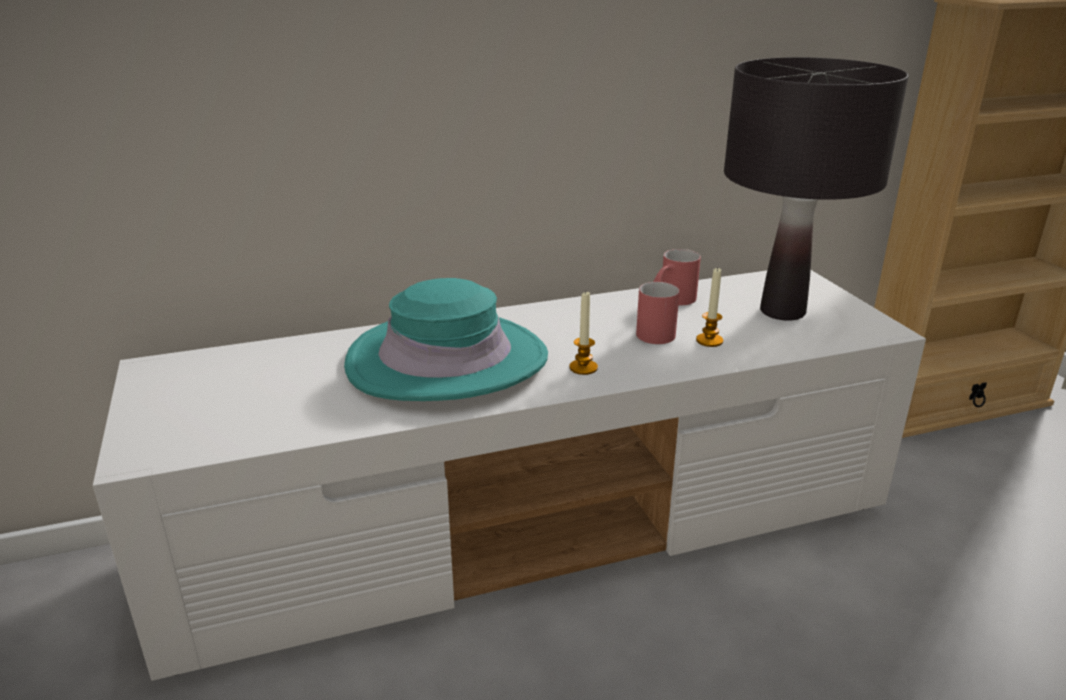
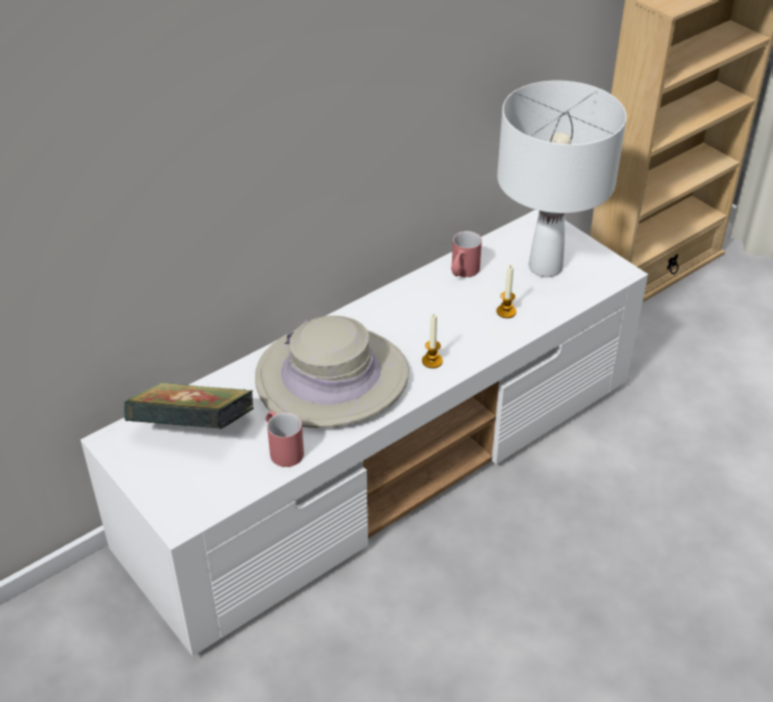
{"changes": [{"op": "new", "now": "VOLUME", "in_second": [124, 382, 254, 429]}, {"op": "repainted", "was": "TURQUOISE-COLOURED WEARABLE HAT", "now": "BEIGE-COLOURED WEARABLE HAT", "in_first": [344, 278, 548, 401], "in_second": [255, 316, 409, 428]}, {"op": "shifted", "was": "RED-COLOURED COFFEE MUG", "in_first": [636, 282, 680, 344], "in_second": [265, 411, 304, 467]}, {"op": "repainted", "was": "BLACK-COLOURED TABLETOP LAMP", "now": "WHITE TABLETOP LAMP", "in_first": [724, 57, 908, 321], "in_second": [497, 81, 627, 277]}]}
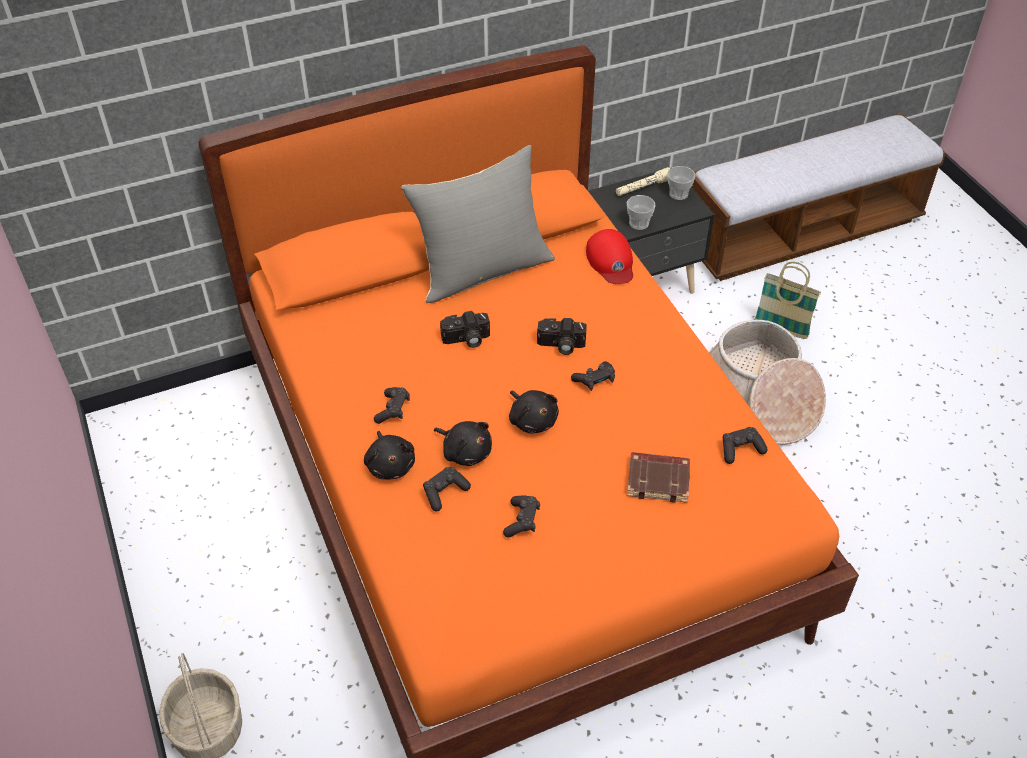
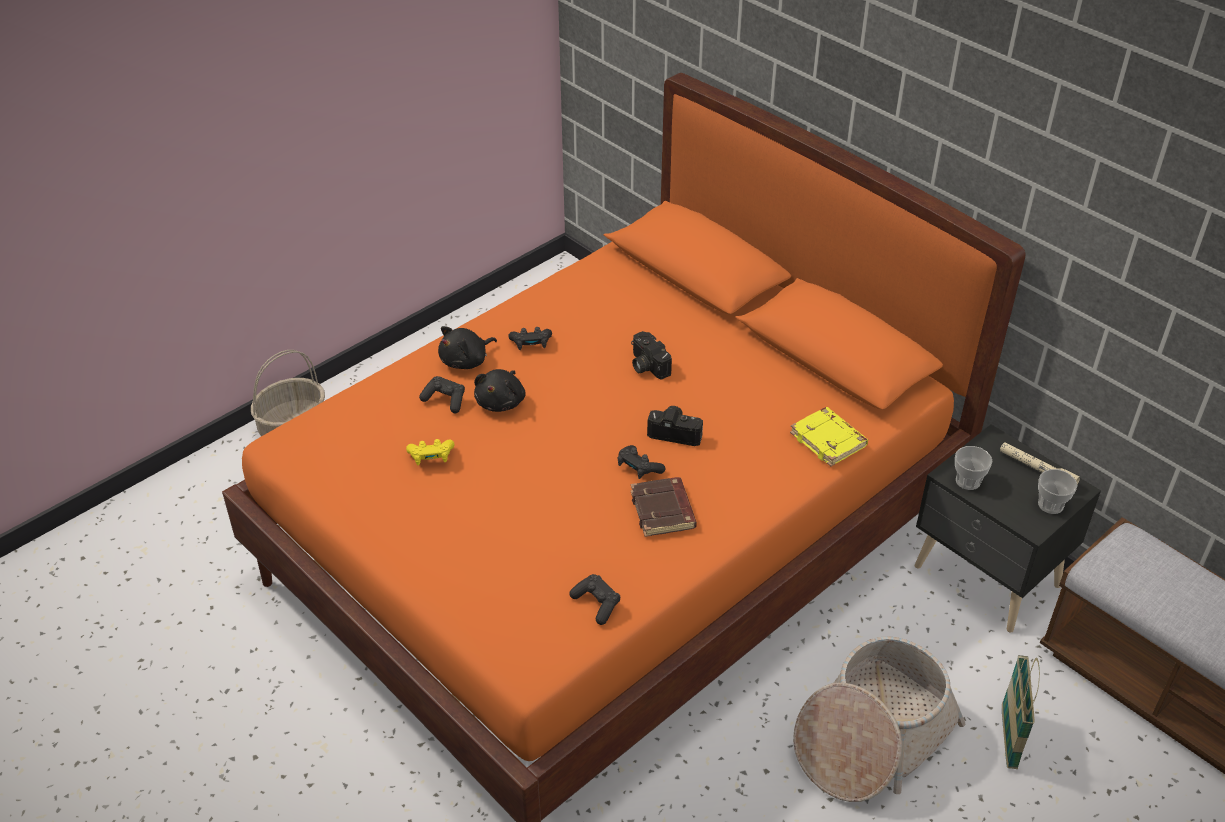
{"changes": [{"op": "repainted", "was": "BLACK-COLOURED JOYPAD", "now": "YELLOWISH JOYPAD", "in_first": [503, 495, 540, 538], "in_second": [406, 439, 454, 466]}, {"op": "shifted", "was": "BROWNISH VOLUME", "in_first": [627, 452, 690, 503], "in_second": [630, 477, 697, 537]}, {"op": "rotated", "was": "PHOTO CAMERA", "in_first": [537, 318, 587, 355], "in_second": [647, 406, 703, 446], "clockwise": 120}, {"op": "swapped", "was": "RED-COLOURED CAP", "now": "YELLOWISH VOLUME", "in_first": [586, 229, 633, 284], "in_second": [790, 407, 868, 467]}, {"op": "gone", "was": "GRAY PILLOW", "in_first": [401, 145, 555, 303]}, {"op": "gone", "was": "BLACK-COLOURED SOFT TOY", "in_first": [509, 390, 559, 434]}]}
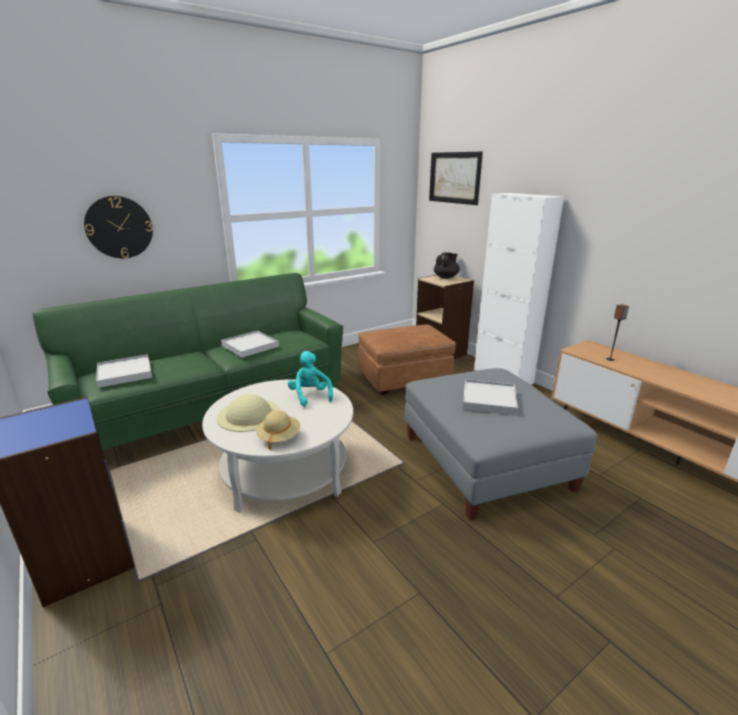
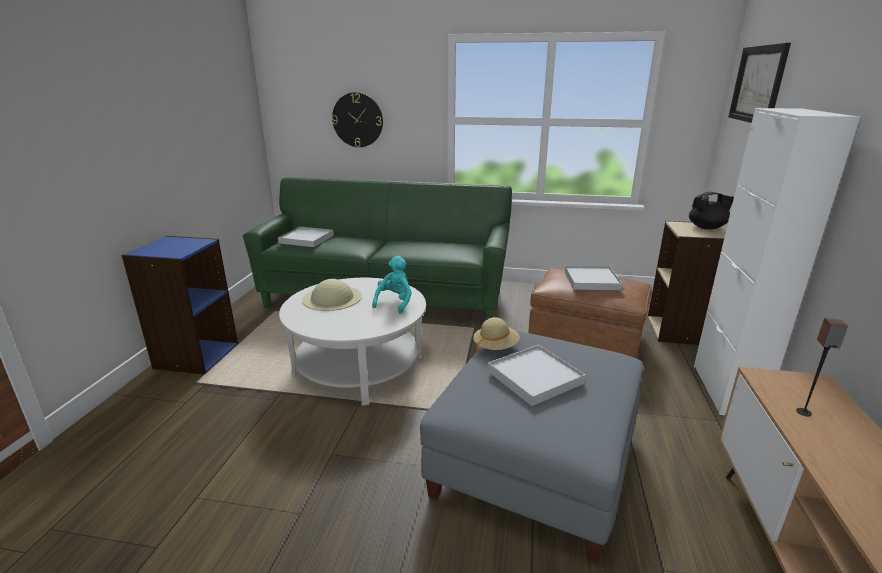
{"changes": [{"op": "shifted", "was": "BEIGE-COLOURED WEARABLE HAT", "in_first": [256, 410, 300, 450], "in_second": [473, 317, 520, 354]}, {"op": "shifted", "was": "WHITE SERVING TRAY", "in_first": [221, 330, 279, 358], "in_second": [565, 266, 623, 290]}]}
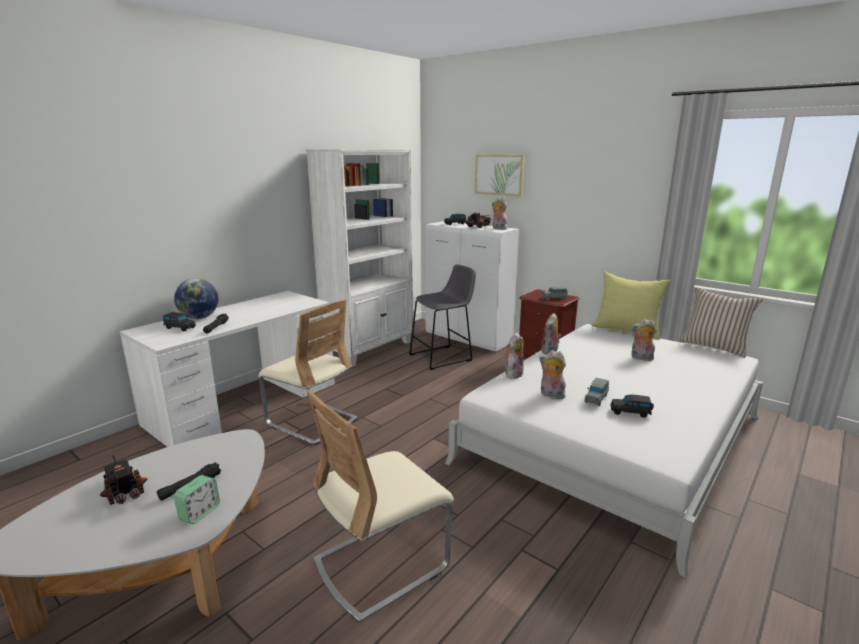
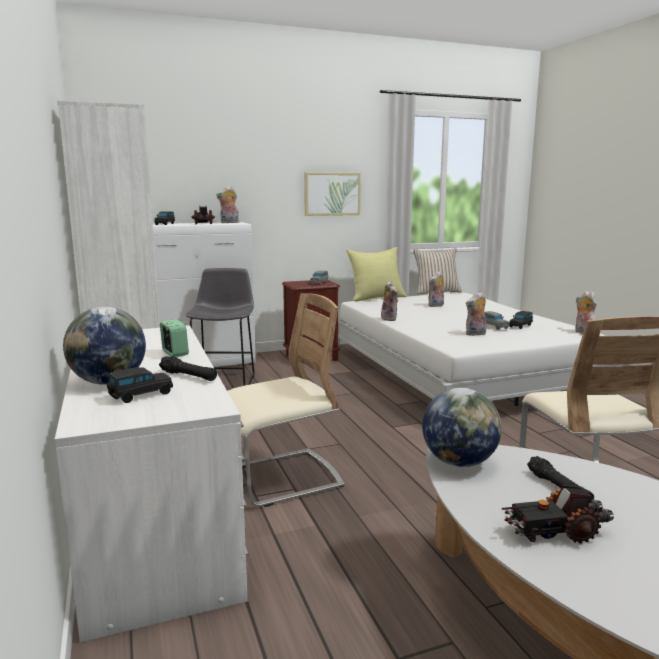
{"changes": [{"op": "shifted", "was": "ALARM CLOCK", "in_first": [174, 475, 220, 524], "in_second": [160, 319, 189, 357]}, {"op": "shifted", "was": "WALL ART", "in_first": [475, 154, 525, 197], "in_second": [304, 172, 361, 216]}, {"op": "new", "now": "GLOBE", "in_second": [422, 388, 502, 467]}, {"op": "shifted", "was": "SOFT TOY", "in_first": [504, 332, 524, 379], "in_second": [575, 291, 597, 334]}]}
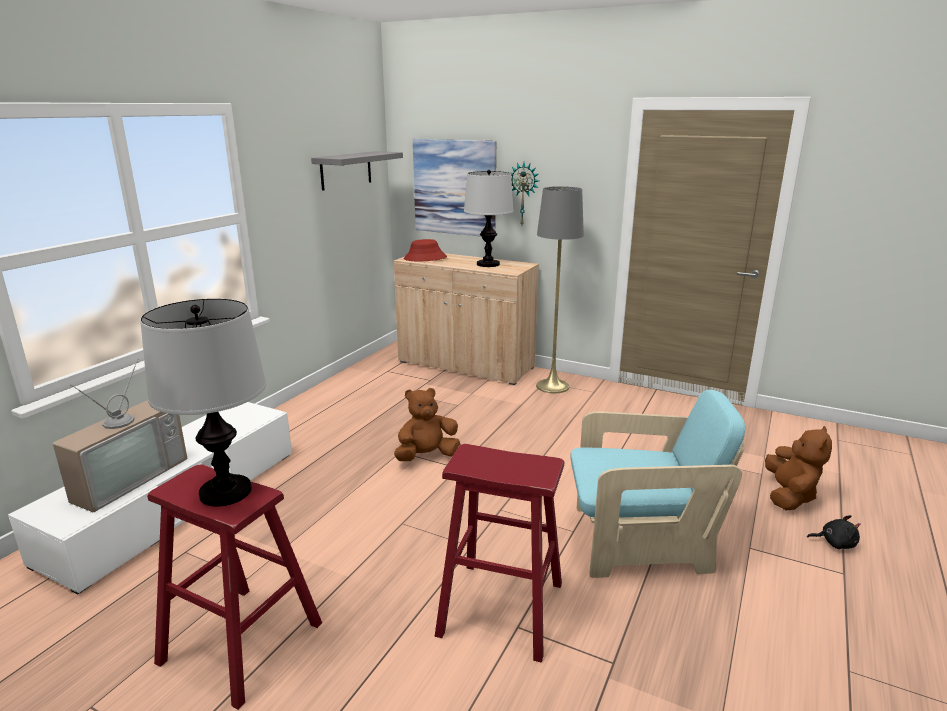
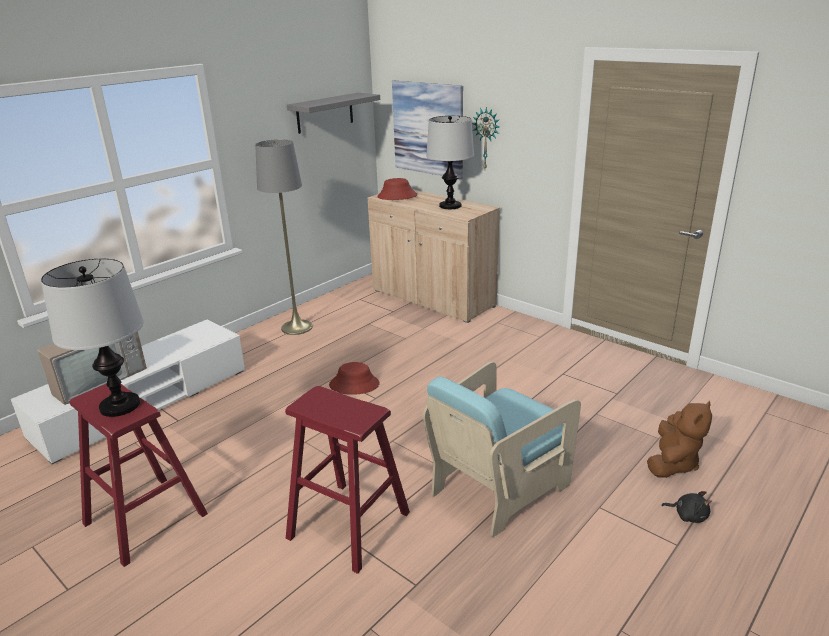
{"changes": [{"op": "shifted", "was": "GRAY FLOOR LAMP", "in_first": [536, 186, 584, 393], "in_second": [255, 139, 313, 335]}, {"op": "swapped", "was": "BROWNISH SOFT TOY", "now": "RED-COLOURED WEARABLE HAT", "in_first": [394, 388, 460, 461], "in_second": [329, 362, 380, 395]}, {"op": "rotated", "was": "TURQUOISE-COLOURED ARMCHAIR", "in_first": [570, 390, 745, 578], "in_second": [423, 362, 581, 537], "clockwise": 120}]}
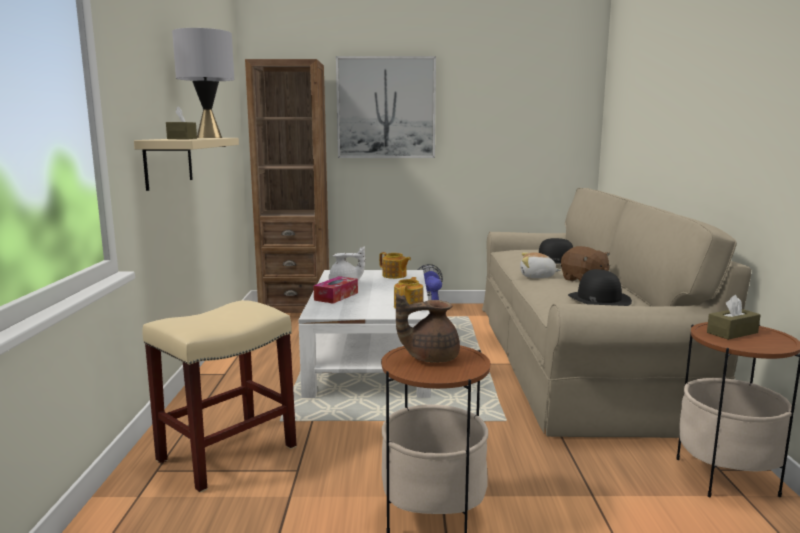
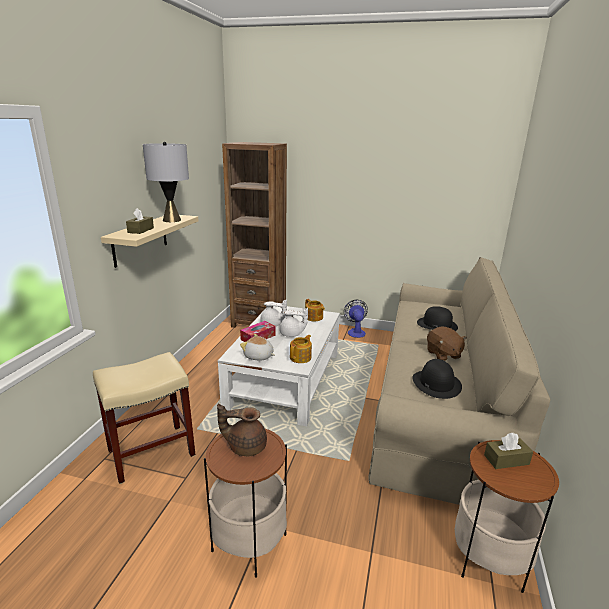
{"changes": [{"op": "shifted", "was": "SOFT TOY", "in_first": [520, 252, 561, 278], "in_second": [240, 334, 275, 360]}, {"op": "new", "now": "WHITE TEAPOT", "in_second": [280, 308, 308, 337]}, {"op": "gone", "was": "WALL ART", "in_first": [336, 56, 436, 158]}]}
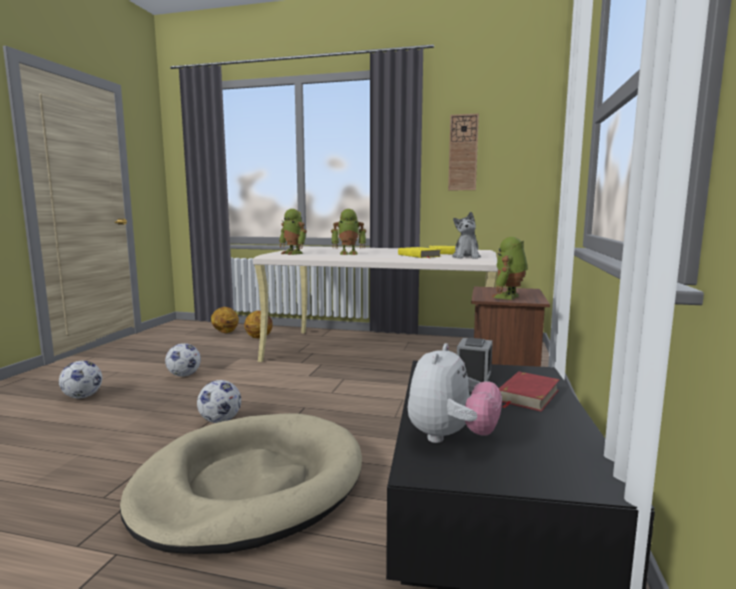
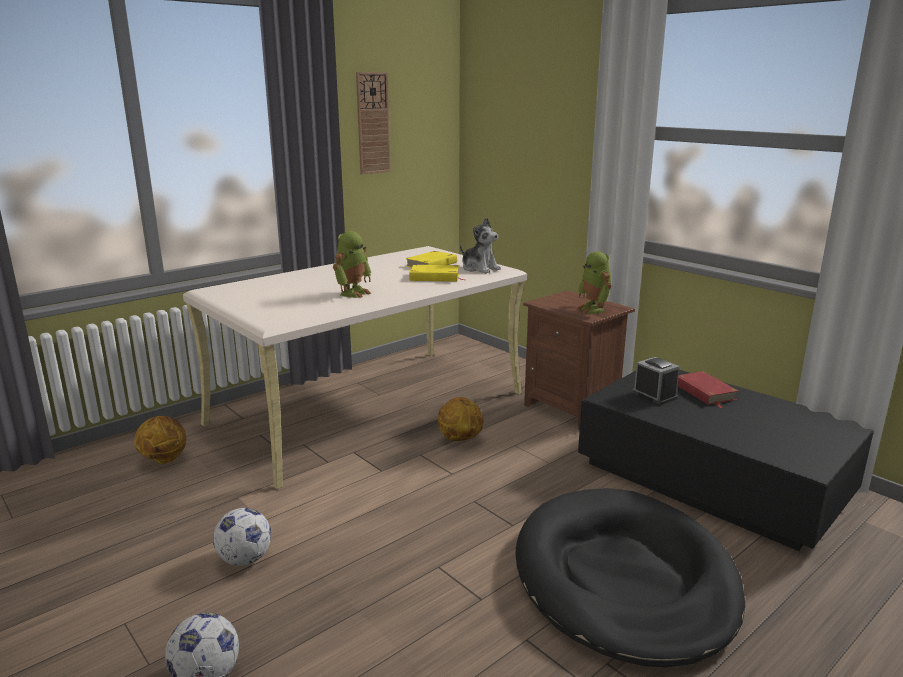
{"changes": [{"op": "shifted", "was": "BASKETBALL BALL", "in_first": [211, 307, 239, 333], "in_second": [438, 397, 483, 441]}, {"op": "repainted", "was": "BEIGE-COLOURED DOG CUSHION", "now": "BLACK-COLOURED DOG CUSHION", "in_first": [120, 413, 362, 554], "in_second": [515, 488, 745, 667]}, {"op": "gone", "was": "BALL FOR FOOTBALL", "in_first": [197, 380, 241, 423]}, {"op": "gone", "was": "TOY ROBOT", "in_first": [279, 209, 307, 255]}, {"op": "gone", "was": "SOFT TOY", "in_first": [408, 343, 502, 443]}]}
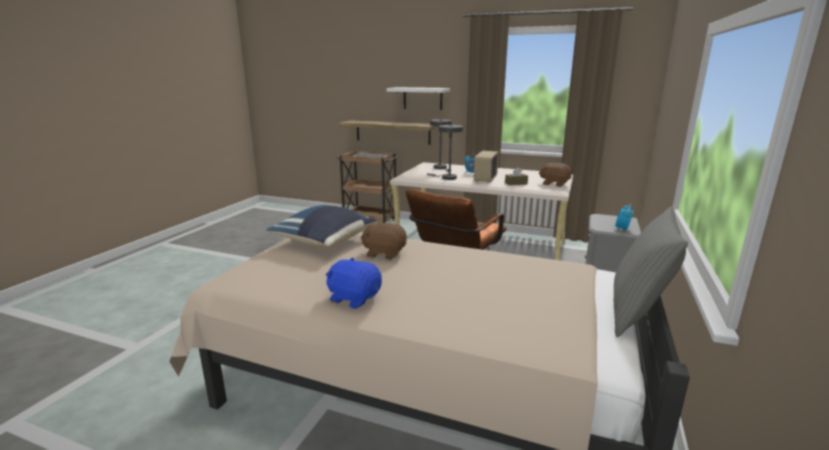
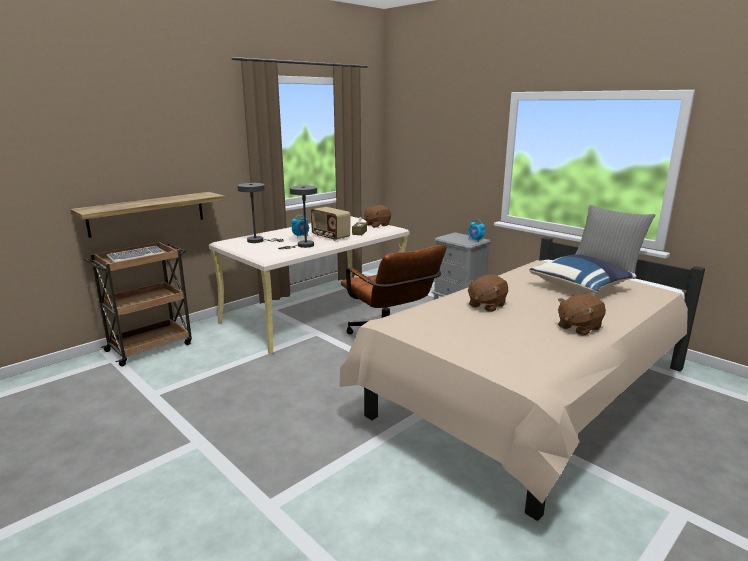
{"changes": [{"op": "shifted", "was": "BLUE PILLOW", "in_first": [266, 205, 377, 247], "in_second": [529, 255, 636, 293]}, {"op": "repainted", "was": "BLUE SOFT TOY", "now": "BROWNISH SOFT TOY", "in_first": [326, 258, 382, 309], "in_second": [558, 294, 606, 335]}, {"op": "gone", "was": "WHITE WALL SHELF", "in_first": [387, 87, 450, 110]}]}
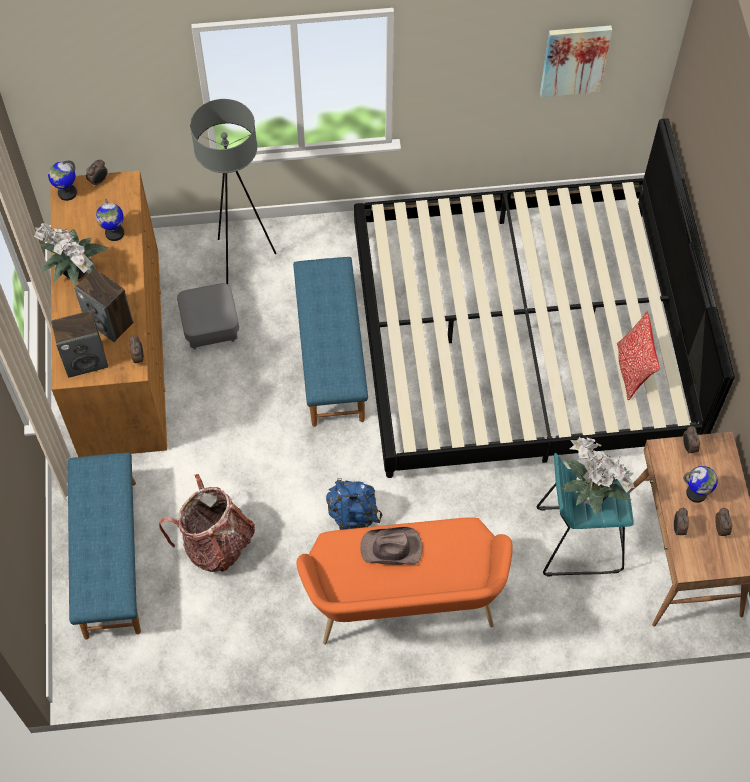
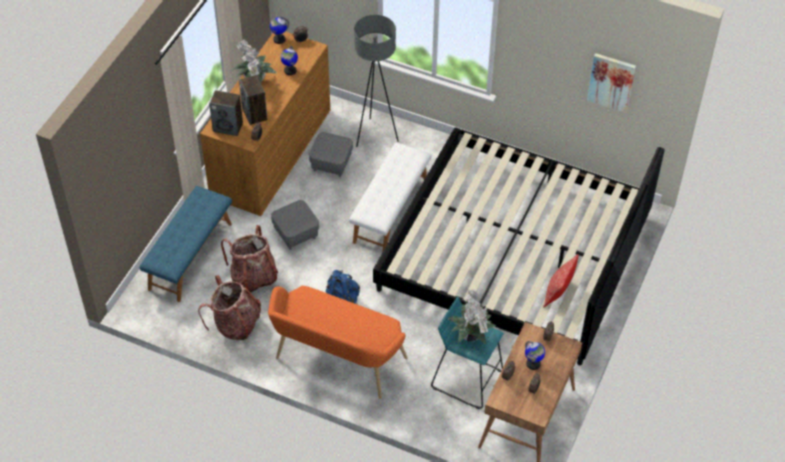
{"changes": [{"op": "new", "now": "RUCKSACK", "in_second": [198, 275, 261, 340]}, {"op": "new", "now": "GRAY FOOTREST", "in_second": [271, 200, 319, 250]}, {"op": "repainted", "was": "BLUE LONG SEAT", "now": "WHITE LONG SEAT", "in_first": [293, 257, 368, 427], "in_second": [349, 142, 431, 253]}, {"op": "gone", "was": "BROWNISH WEARABLE HAT", "in_first": [360, 527, 423, 565]}]}
